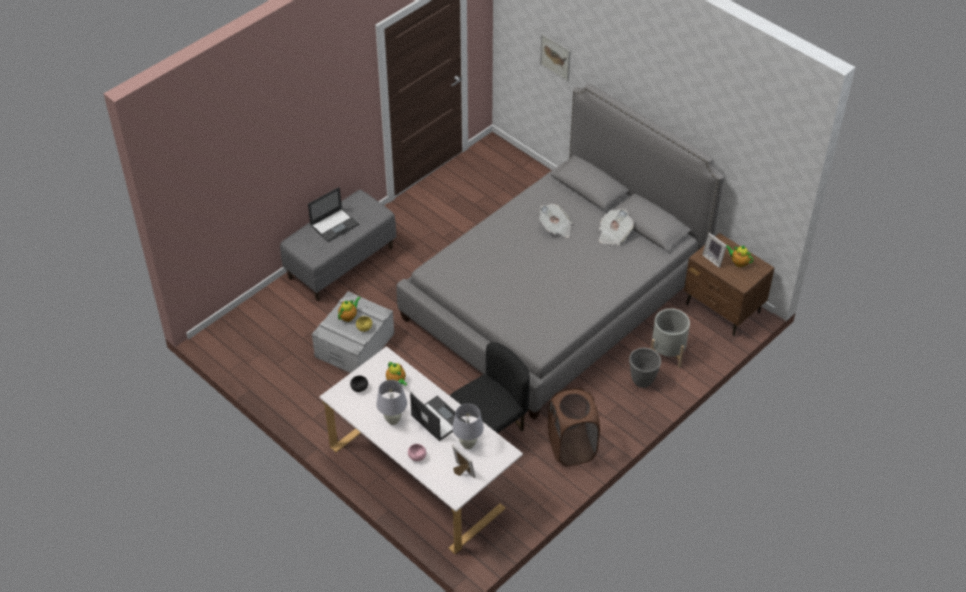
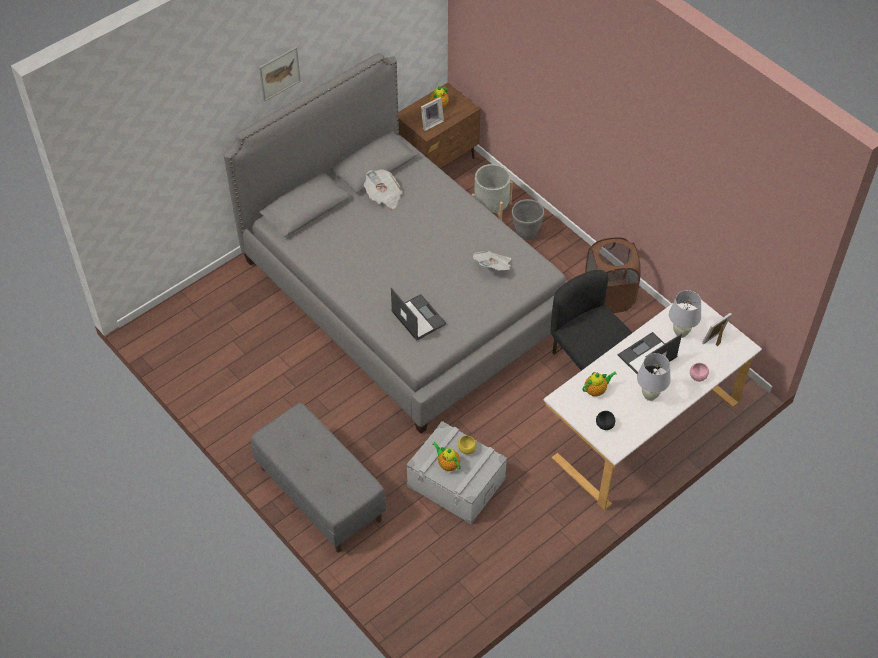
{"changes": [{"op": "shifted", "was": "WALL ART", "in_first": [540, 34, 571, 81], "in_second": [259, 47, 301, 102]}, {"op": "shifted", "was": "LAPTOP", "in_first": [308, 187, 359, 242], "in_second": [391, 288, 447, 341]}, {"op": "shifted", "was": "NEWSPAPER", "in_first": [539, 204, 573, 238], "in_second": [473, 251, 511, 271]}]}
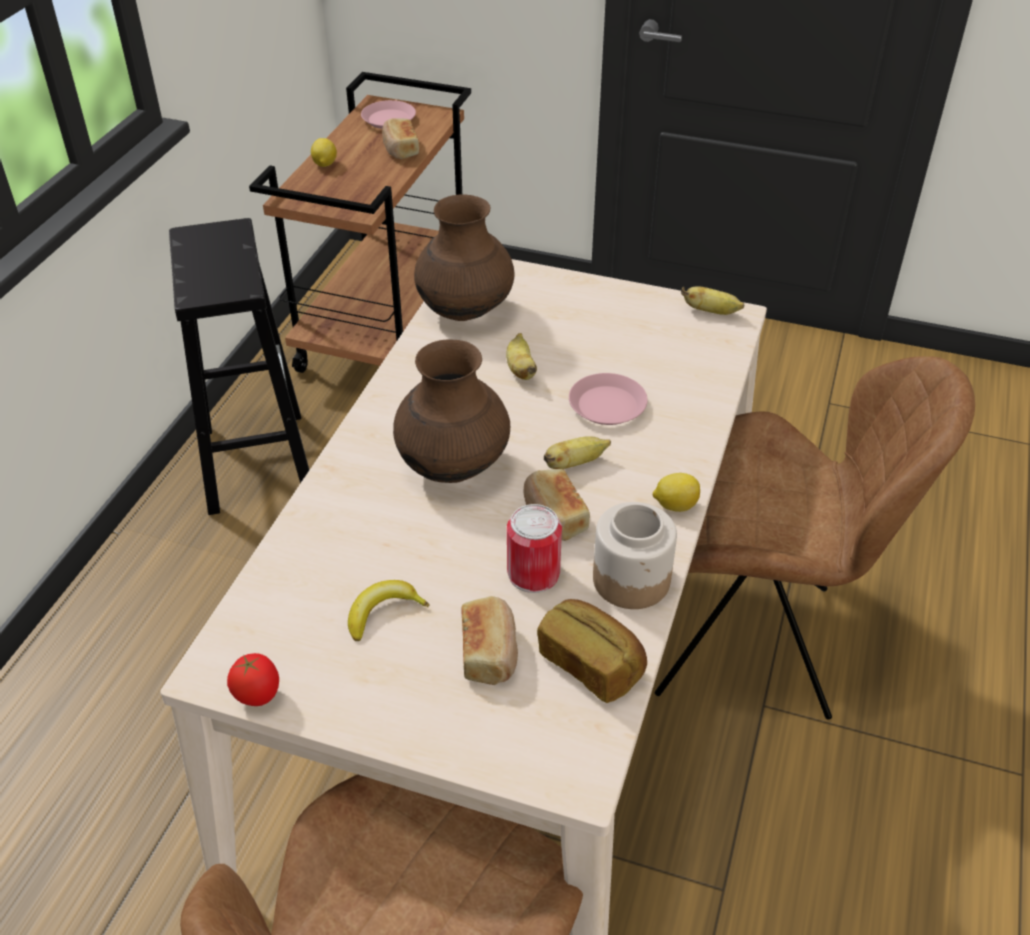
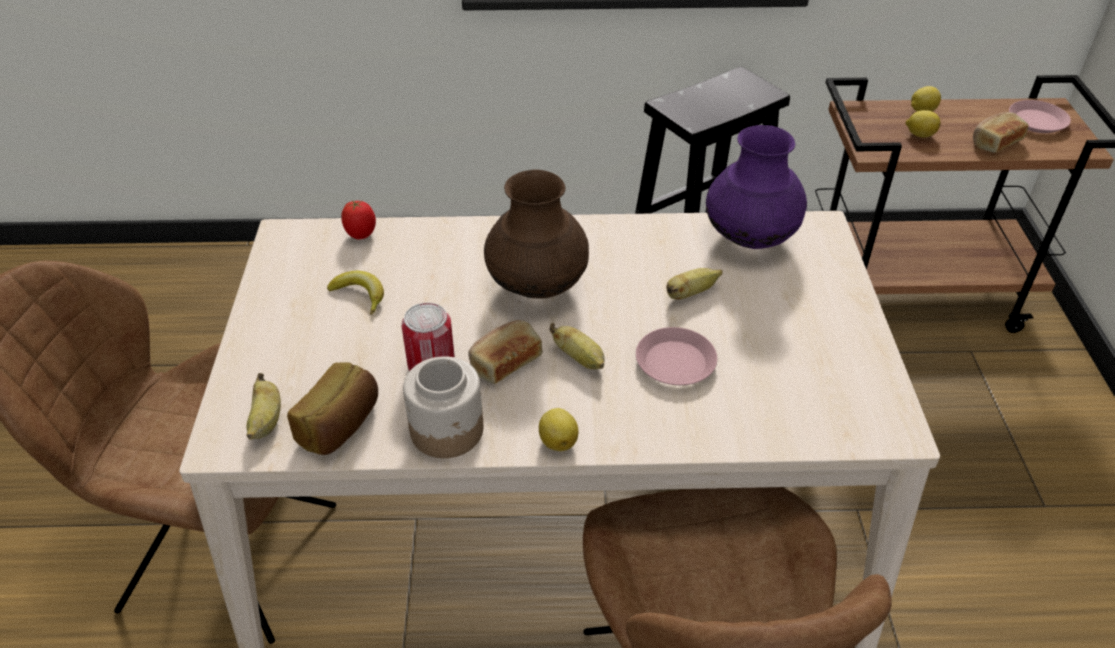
{"changes": [{"op": "shifted", "was": "BANANA", "in_first": [681, 286, 744, 315], "in_second": [247, 373, 281, 439]}, {"op": "shifted", "was": "FRESH TOMATO", "in_first": [227, 653, 279, 706], "in_second": [341, 200, 376, 239]}, {"op": "repainted", "was": "BROWNISH FLOWER VASE", "now": "PURPLISH FLOWER VASE", "in_first": [414, 194, 514, 321], "in_second": [706, 125, 807, 249]}, {"op": "new", "now": "WHOLE LEMON", "in_second": [905, 110, 940, 137]}, {"op": "gone", "was": "BREAD", "in_first": [461, 596, 518, 685]}]}
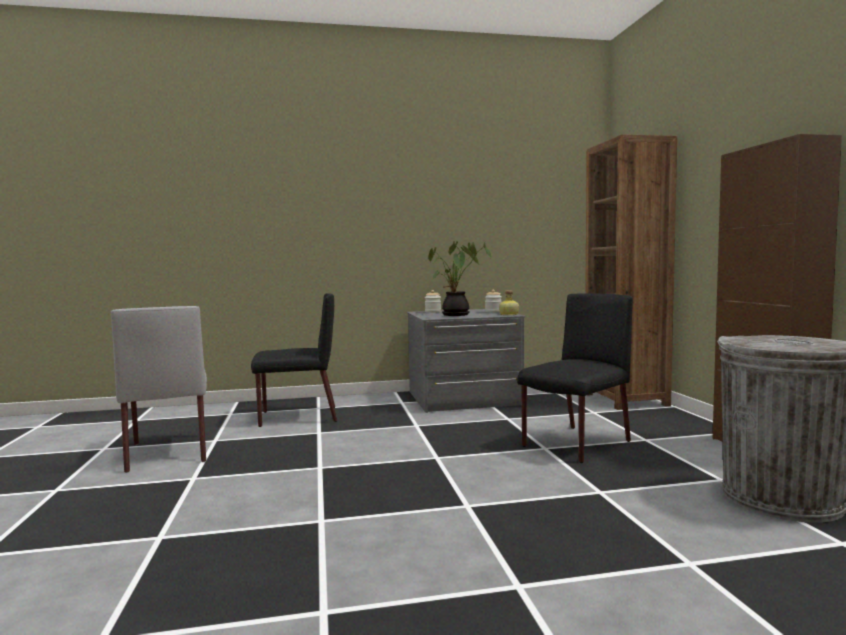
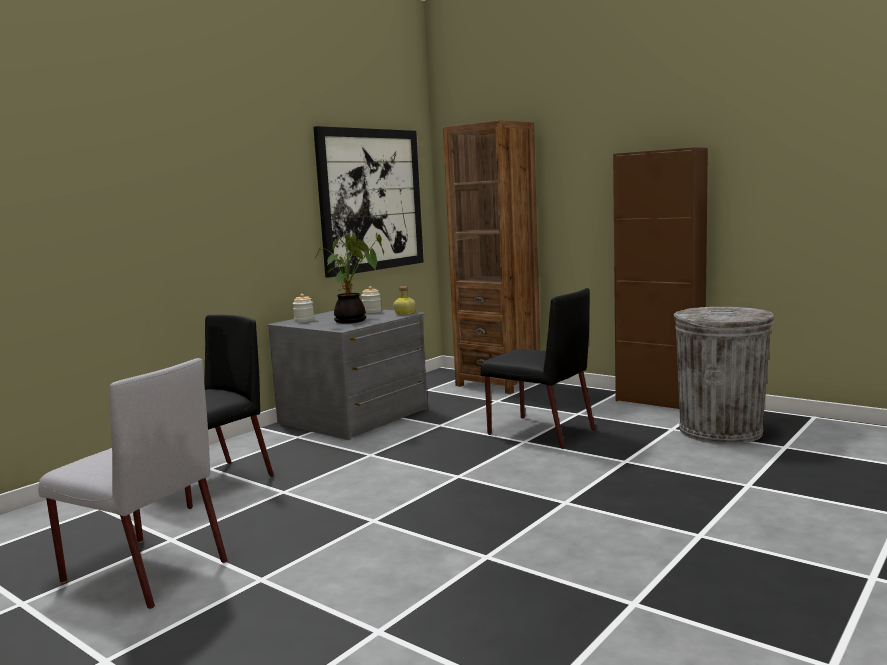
{"changes": [{"op": "new", "now": "WALL ART", "in_second": [313, 126, 424, 278]}, {"op": "rotated", "was": "BLACK-COLOURED PLAIN CHAIR", "in_first": [517, 294, 633, 463], "in_second": [480, 288, 595, 449], "clockwise": 120}]}
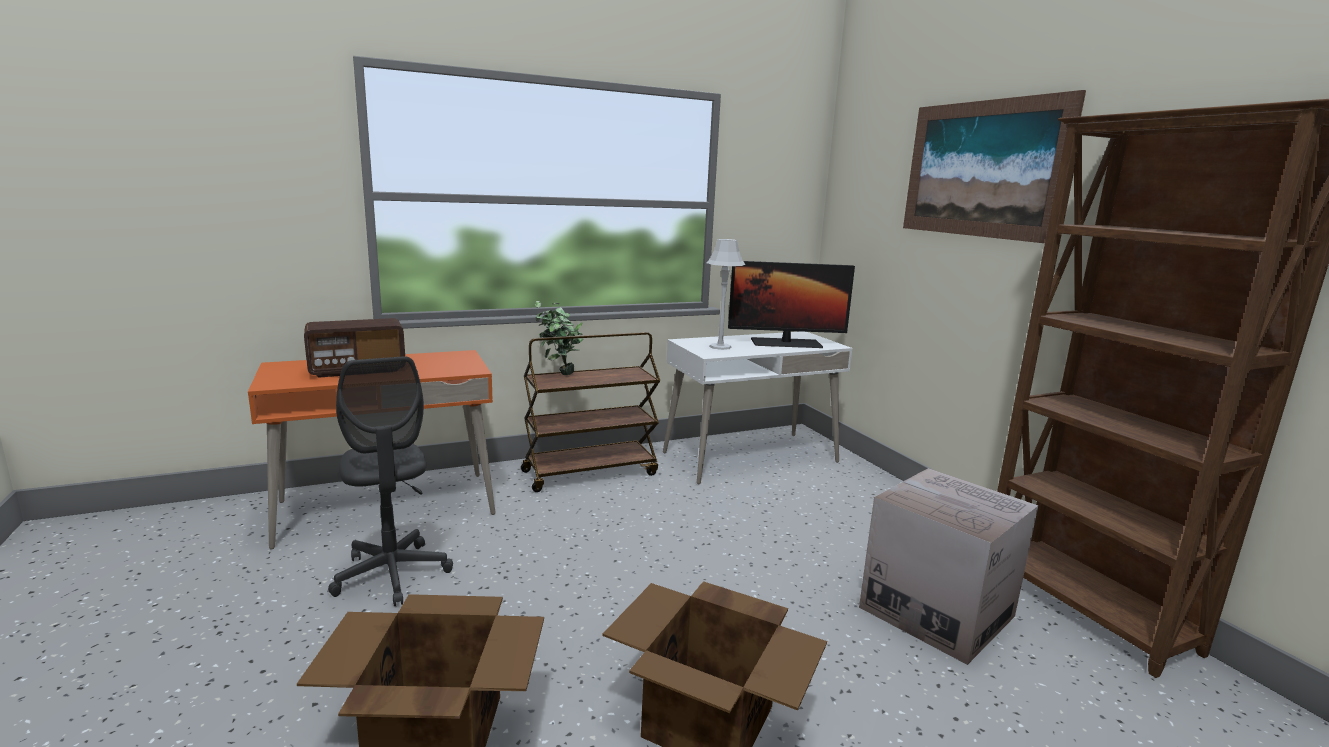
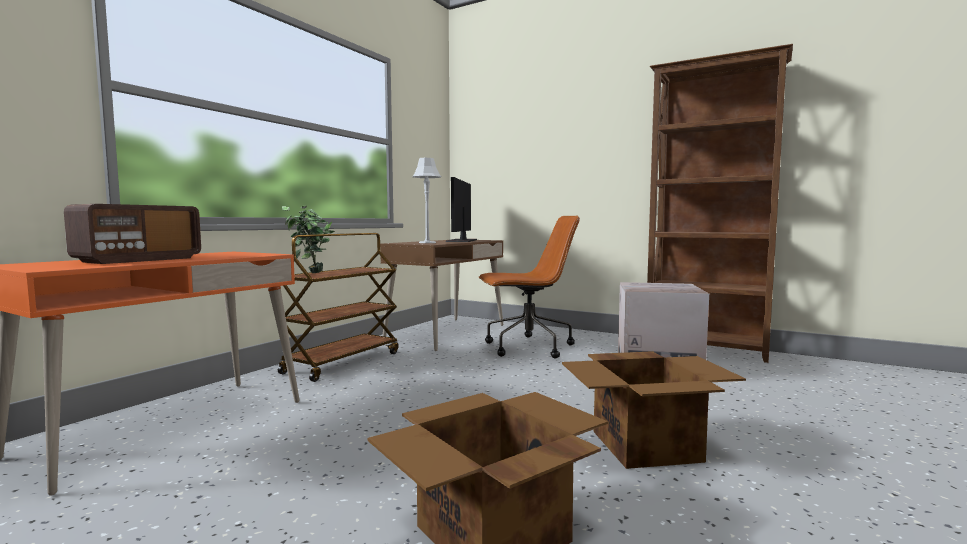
{"changes": [{"op": "repainted", "was": "WHITE DESK", "now": "BROWNISH DESK", "in_first": [663, 332, 853, 484], "in_second": [380, 240, 503, 351]}, {"op": "rotated", "was": "COMPUTER DISPLAY", "in_first": [728, 261, 855, 348], "in_second": [446, 177, 477, 242], "clockwise": 135}, {"op": "new", "now": "BROWNISH DESK CHAIR", "in_second": [479, 216, 580, 358]}, {"op": "gone", "was": "GRAY DESK CHAIR", "in_first": [328, 356, 453, 606]}, {"op": "gone", "was": "WALL ART", "in_first": [903, 90, 1086, 243]}]}
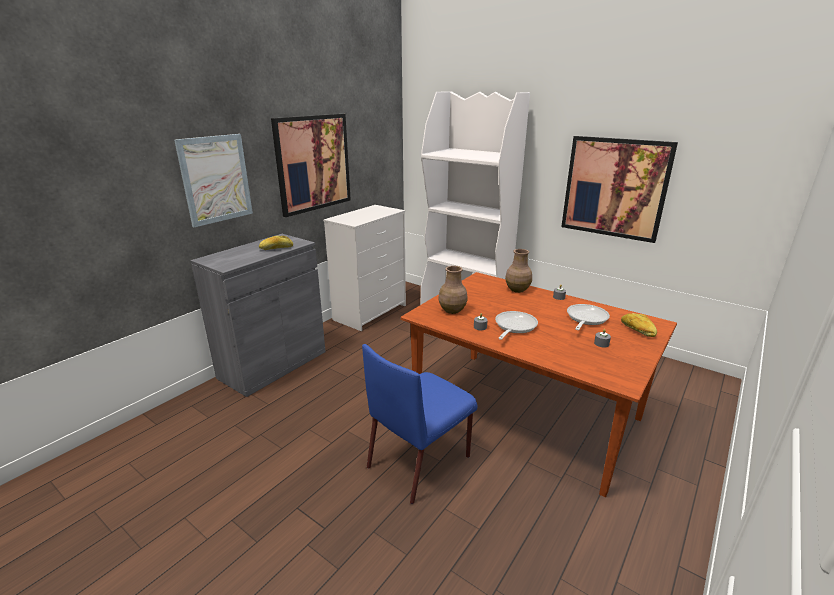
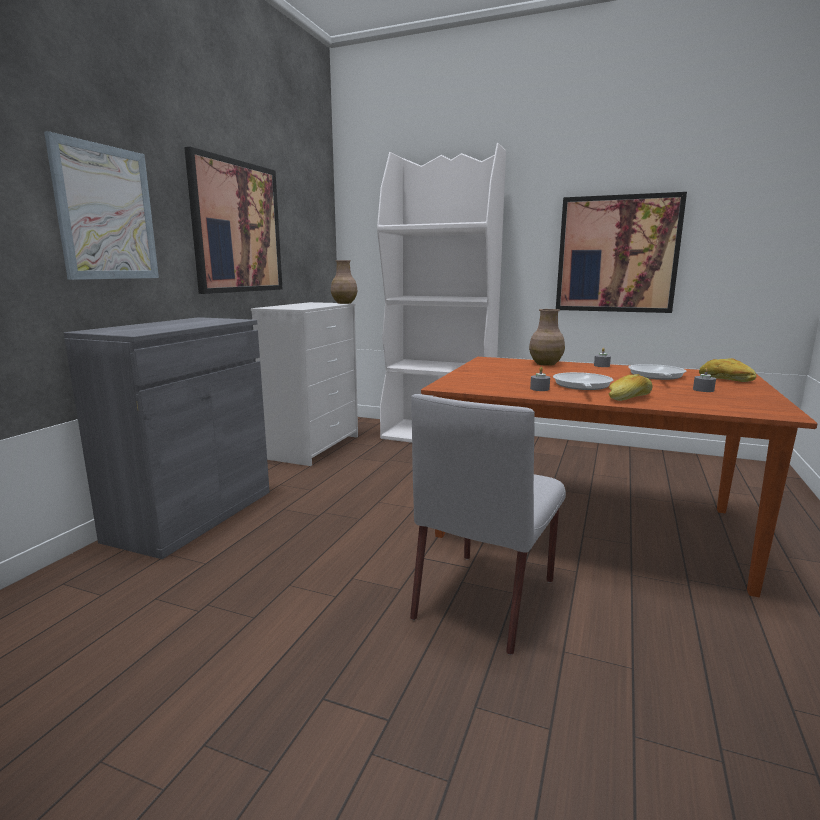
{"changes": [{"op": "shifted", "was": "BROWNISH FLOWER VASE", "in_first": [438, 266, 468, 314], "in_second": [331, 260, 357, 304]}, {"op": "repainted", "was": "BLUE PLAIN CHAIR", "now": "GRAY PLAIN CHAIR", "in_first": [362, 344, 477, 504], "in_second": [410, 394, 566, 655]}, {"op": "shifted", "was": "BREAD", "in_first": [259, 236, 293, 250], "in_second": [609, 374, 653, 401]}]}
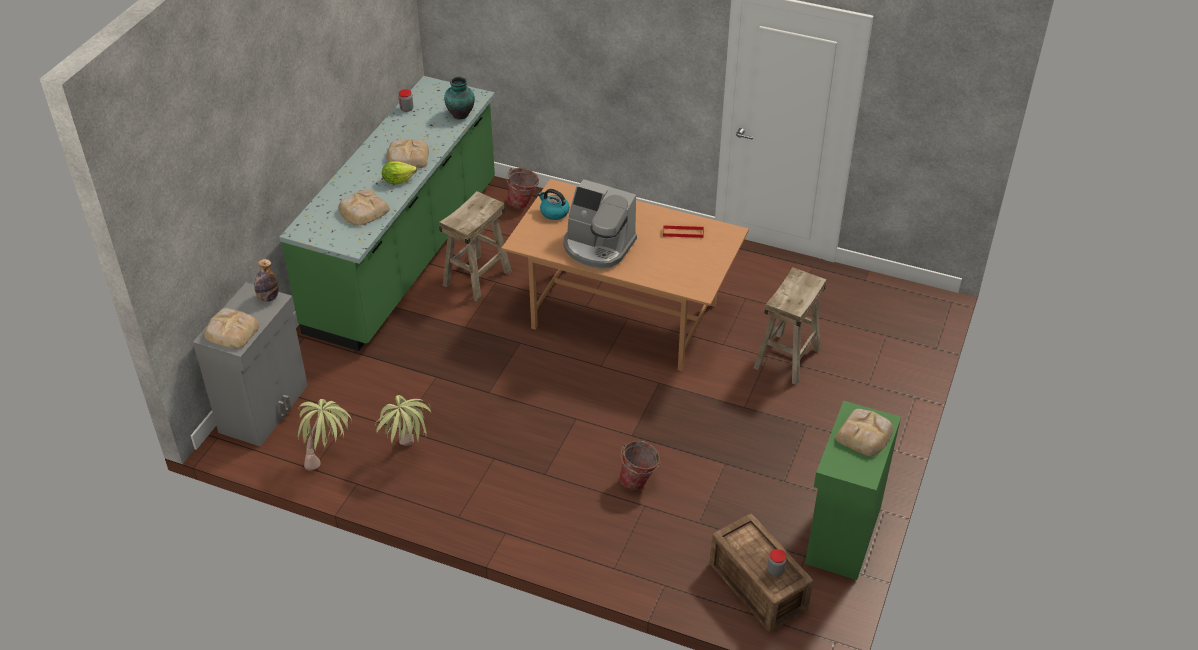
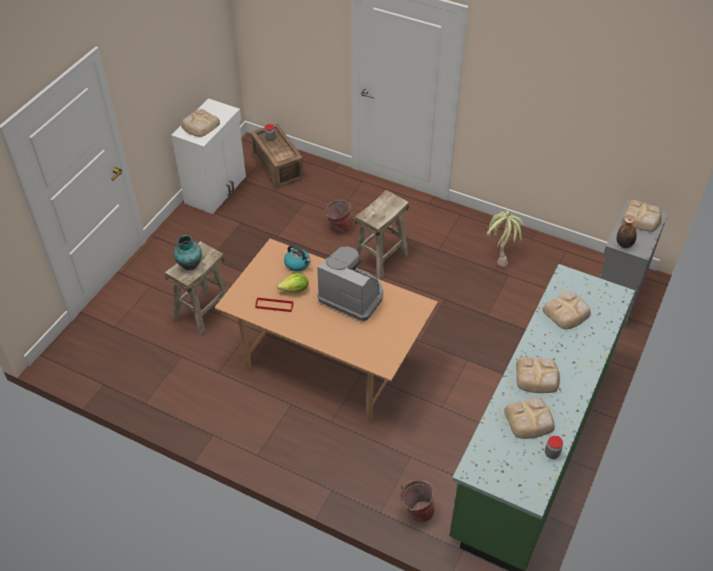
{"changes": [{"op": "repainted", "was": "GREENISH CABINET", "now": "WHITE CABINET", "in_first": [805, 401, 901, 580], "in_second": [171, 98, 246, 214]}, {"op": "shifted", "was": "FLOWER VASE", "in_first": [444, 77, 475, 120], "in_second": [174, 235, 202, 270]}, {"op": "shifted", "was": "HEAD OF LETTUCE", "in_first": [382, 161, 417, 185], "in_second": [277, 273, 309, 293]}, {"op": "shifted", "was": "KETTLE", "in_first": [538, 189, 570, 220], "in_second": [284, 245, 311, 272]}, {"op": "shifted", "was": "BEIGE-COLOURED STOOL SEAT", "in_first": [439, 191, 512, 302], "in_second": [355, 190, 409, 280]}, {"op": "new", "now": "BREAD", "in_second": [504, 398, 555, 439]}, {"op": "gone", "was": "HOUSEPLANT", "in_first": [298, 399, 352, 471]}]}
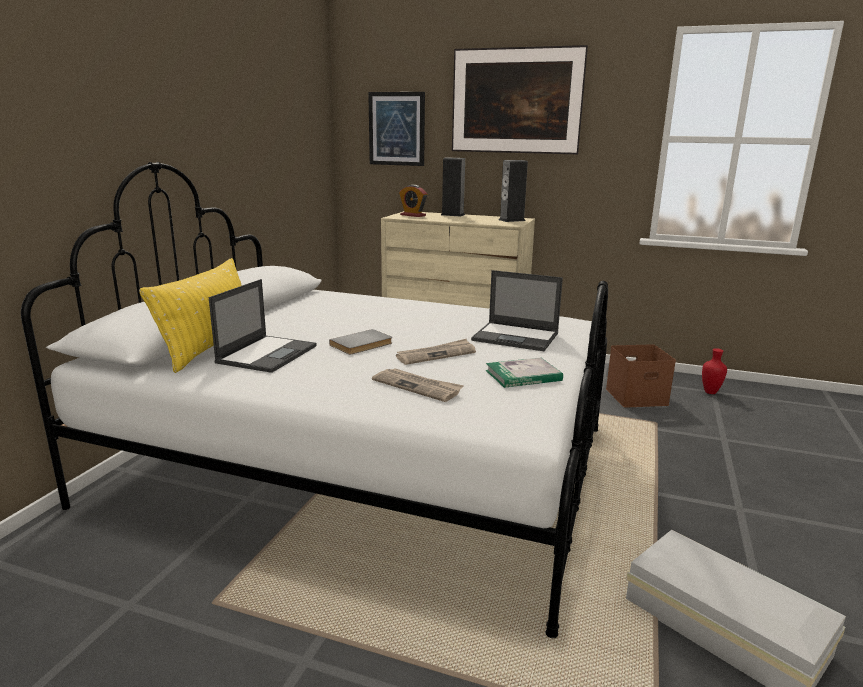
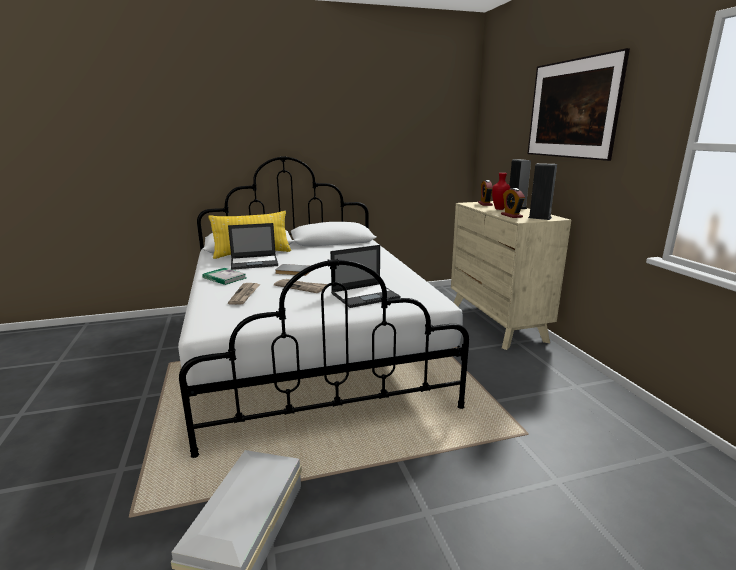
{"changes": [{"op": "shifted", "was": "VOLUME", "in_first": [486, 358, 563, 388], "in_second": [202, 268, 246, 285]}, {"op": "rotated", "was": "LAPTOP", "in_first": [471, 270, 563, 351], "in_second": [330, 245, 400, 308], "clockwise": -105}, {"op": "shifted", "was": "RED-COLOURED FLOWER VASE", "in_first": [702, 348, 727, 394], "in_second": [492, 173, 510, 210]}, {"op": "new", "now": "ALARM CLOCK", "in_second": [501, 188, 525, 218]}, {"op": "gone", "was": "WALL ART", "in_first": [368, 92, 425, 166]}, {"op": "gone", "was": "BROWNISH STORAGE CONTAINER", "in_first": [606, 344, 676, 408]}]}
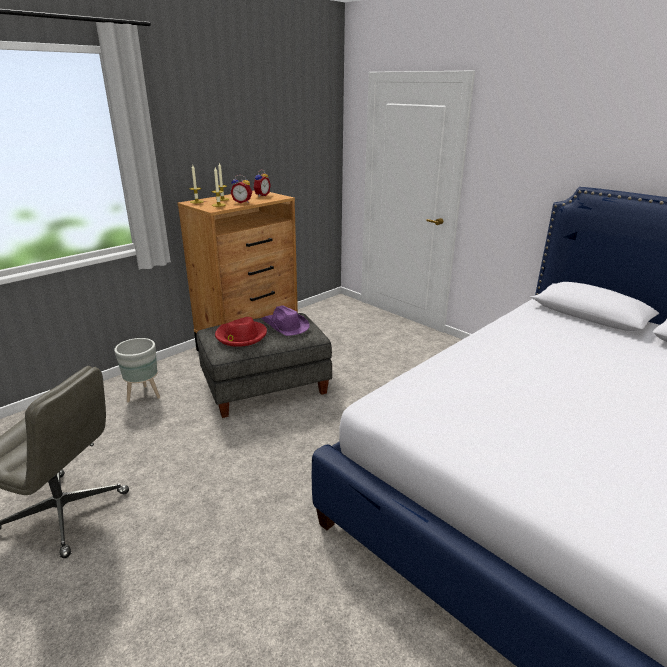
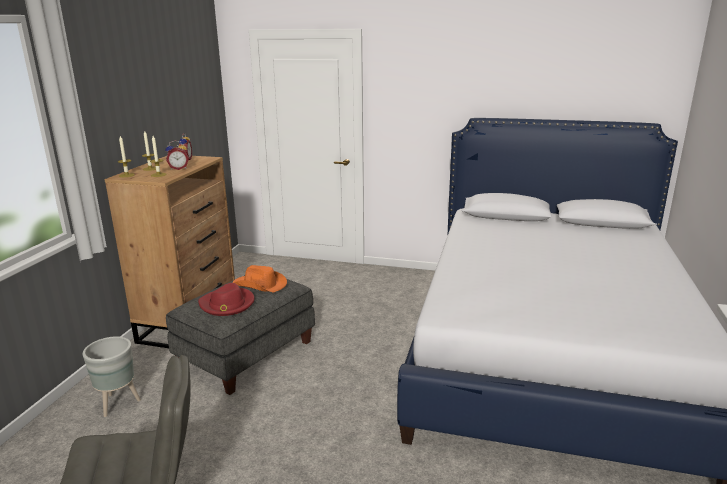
{"changes": [{"op": "repainted", "was": "PURPLISH WEARABLE HAT", "now": "ORANGE-COLOURED WEARABLE HAT", "in_first": [261, 305, 310, 336], "in_second": [232, 265, 287, 293]}]}
